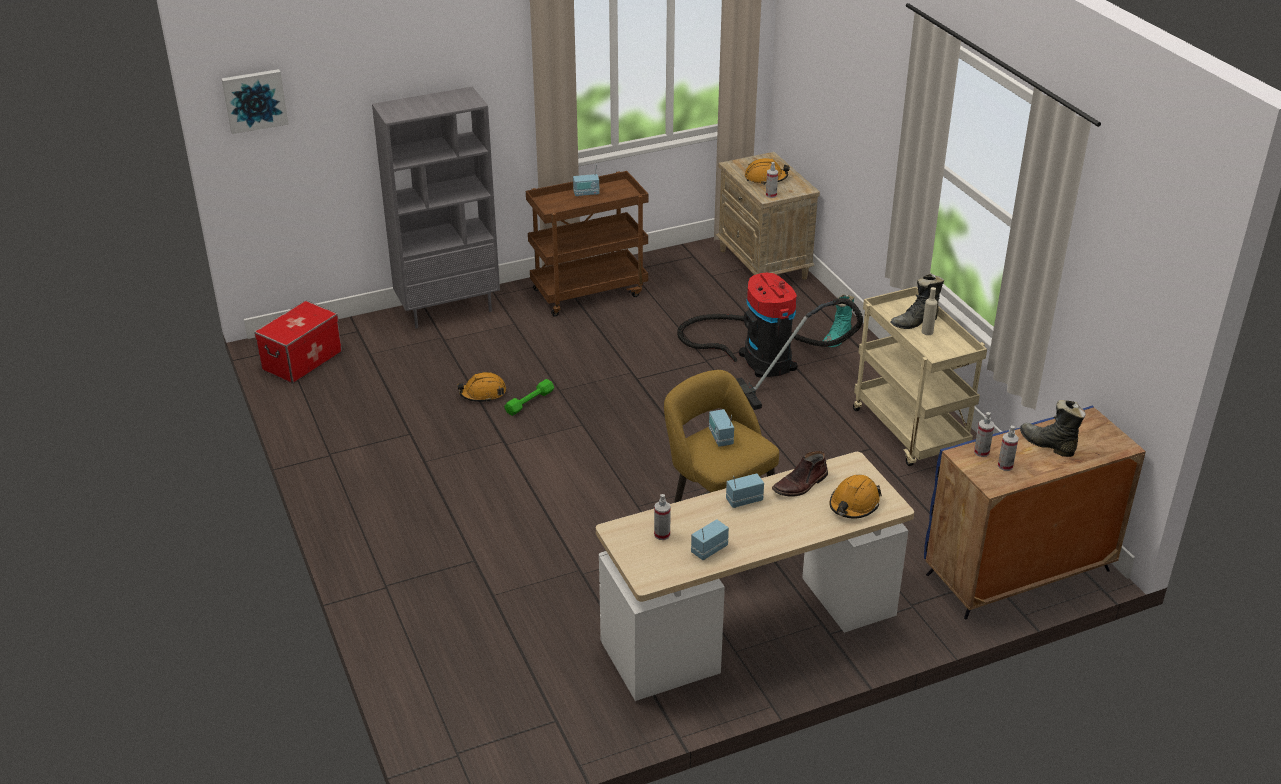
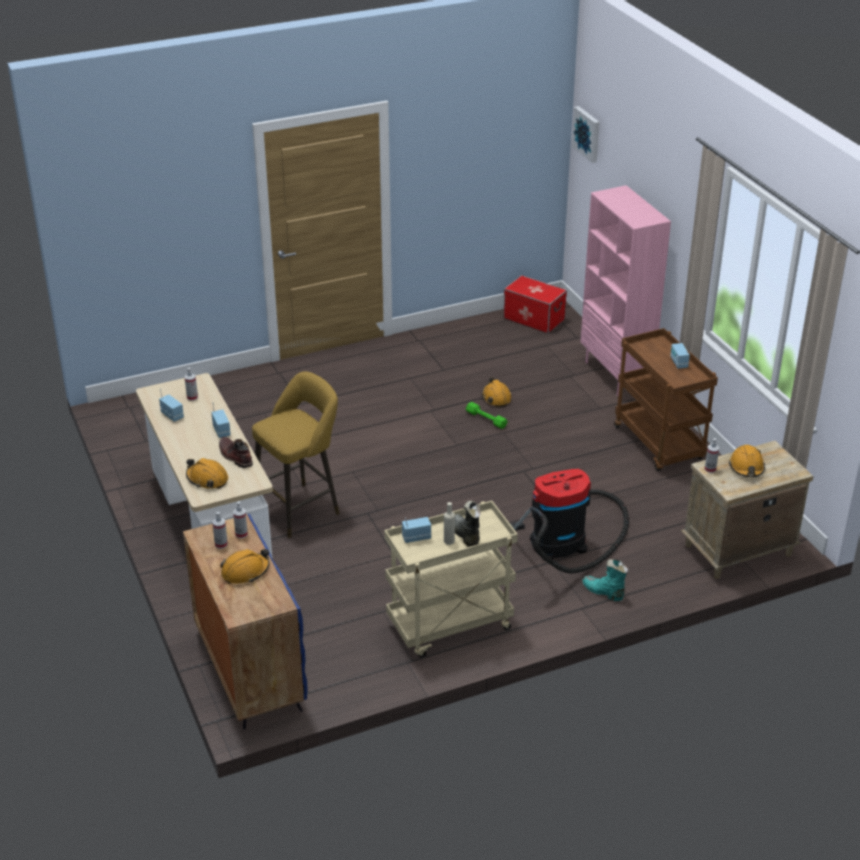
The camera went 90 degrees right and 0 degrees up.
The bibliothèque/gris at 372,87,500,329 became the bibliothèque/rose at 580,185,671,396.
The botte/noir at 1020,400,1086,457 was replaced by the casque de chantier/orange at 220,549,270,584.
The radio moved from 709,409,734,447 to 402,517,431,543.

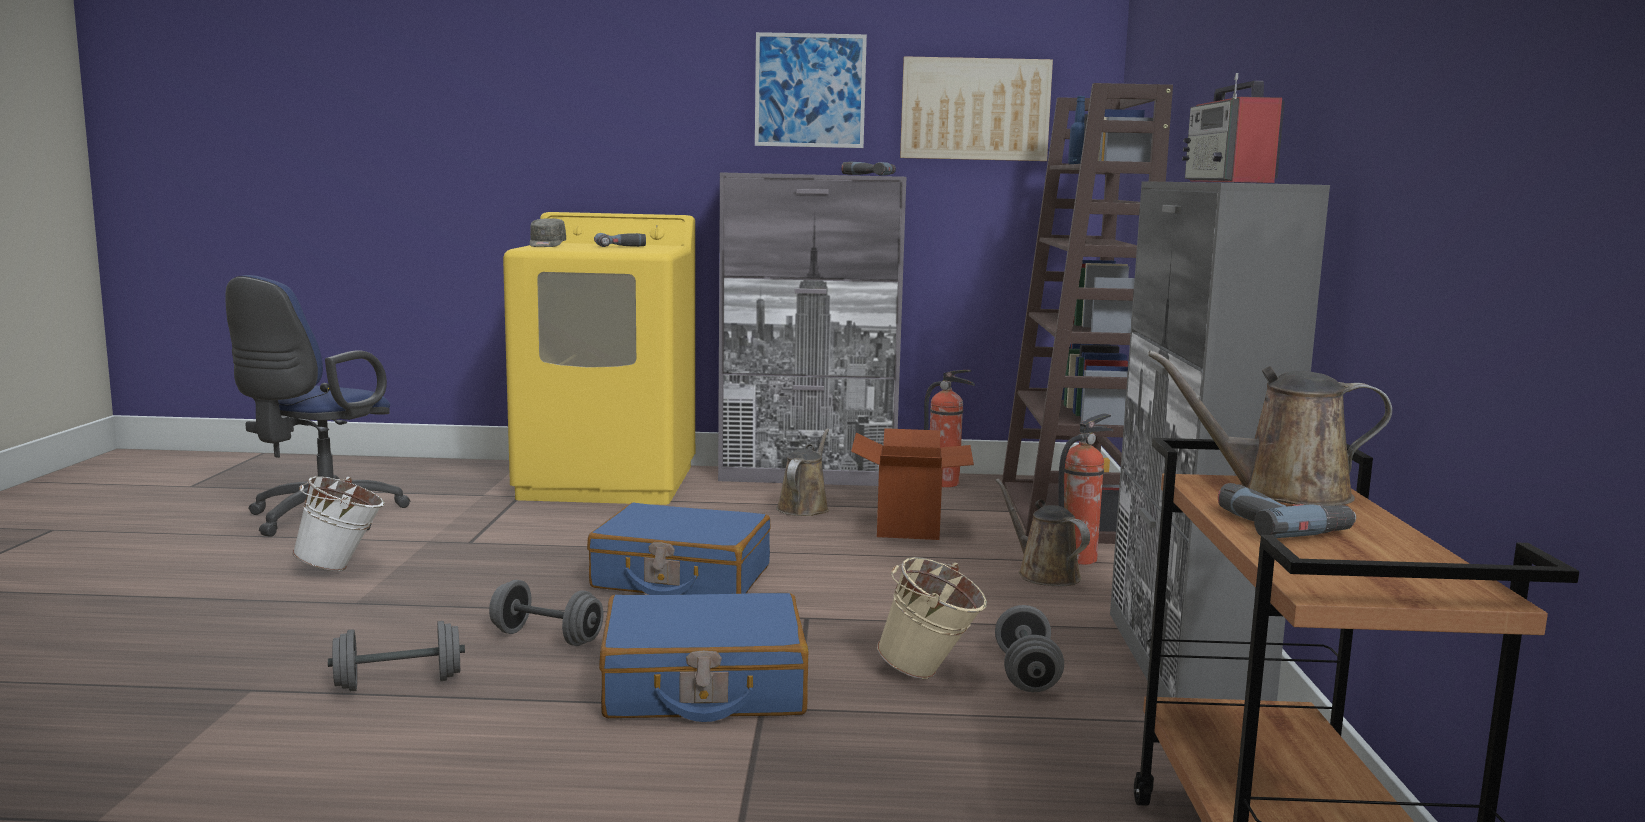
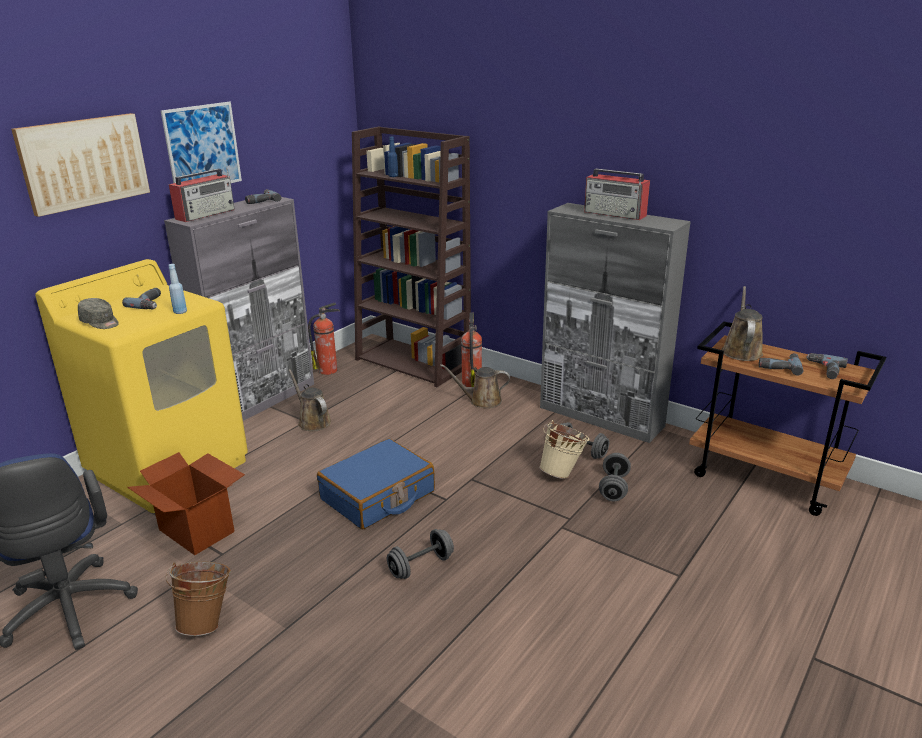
The camera went 55 degrees left and 15 degrees up.
The tableau moved from 900,56,1053,161 to 11,113,150,217.
The arrosoir/marron at 1148,350,1392,506 turned 150 degrees clockwise.
The carton moved from 851,428,974,540 to 127,452,245,555.
The seau/blanc at 292,476,385,571 became the seau/marron at 166,561,231,636.
The valise/bleu at 599,593,808,722 disappeared.
The haltère/gris moved from 328,621,465,692 to 599,453,631,501.
The radio at 169,167,235,222 appeared.
The bouteille/bleu at 168,264,187,314 appeared.
The perceuse at 806,353,848,379 appeared.

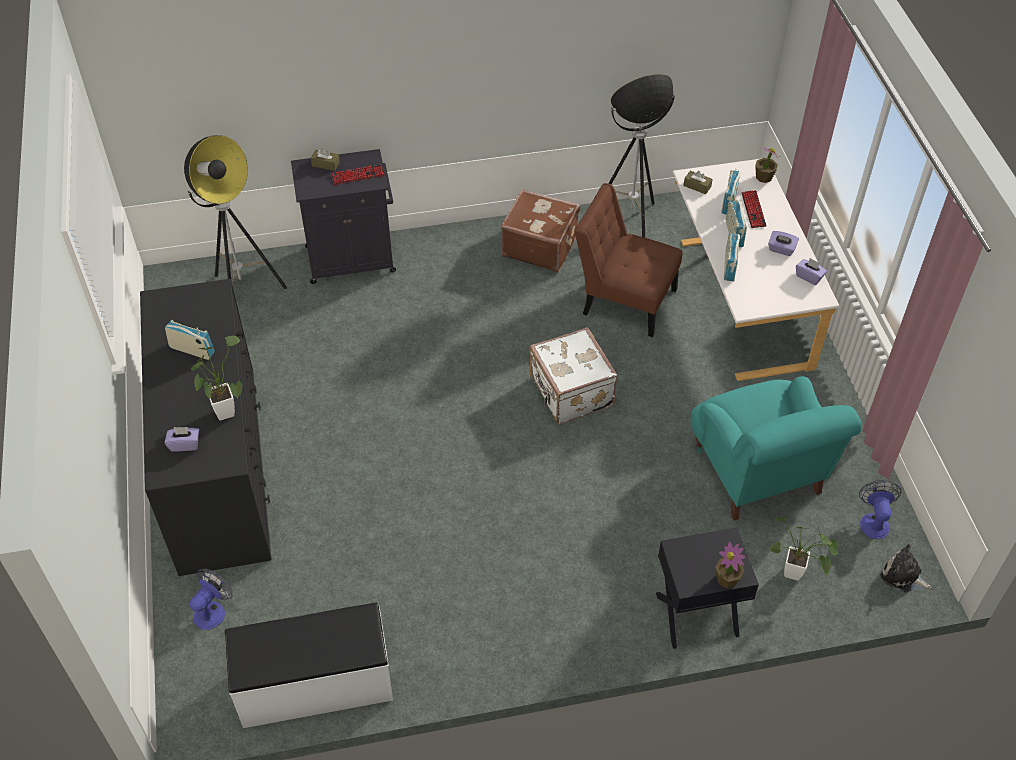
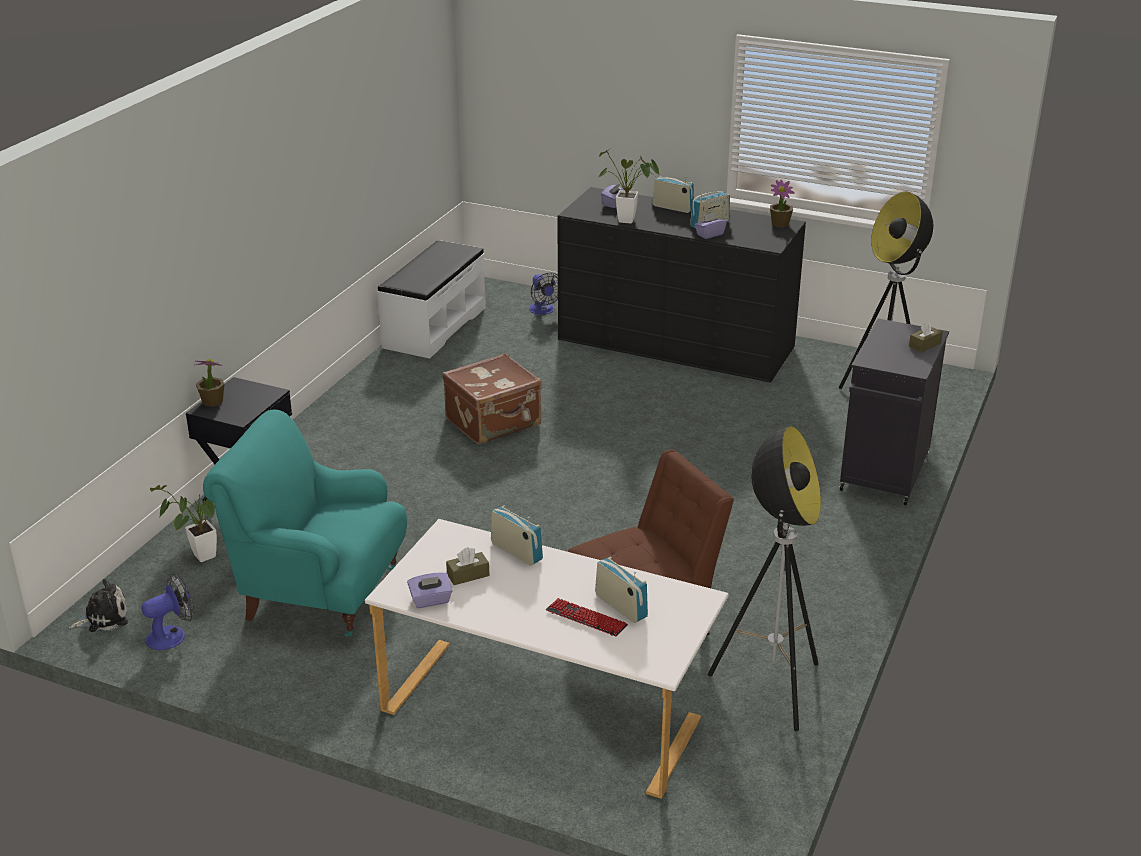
The camera went 125 degrees right and 20 degrees down.
The plante en pot moved from 755,146,779,183 to 770,180,795,227.
The clavier at 331,165,385,185 disappeared.
The boîte à mouchoirs/marron moved from 684,171,713,194 to 446,547,490,585.
The valise/marron moved from 501,189,580,272 to 442,353,542,444.
The radio moved from 726,200,747,247 to 652,176,694,213.
The boîte à mouchoirs/violet moved from 768,231,799,256 to 695,212,727,239.
The valise/blanc at 529,327,617,424 disappeared.
The ventilateur at 859,480,901,539 turned 75 degrees counterclockwise.

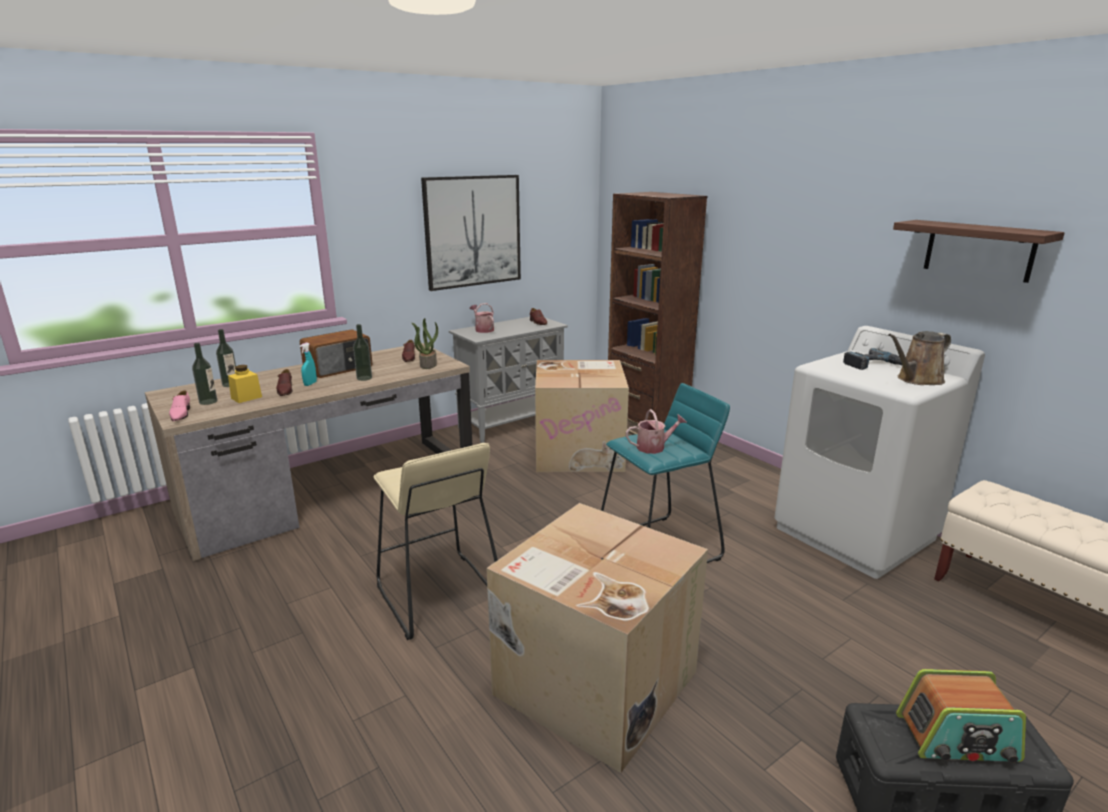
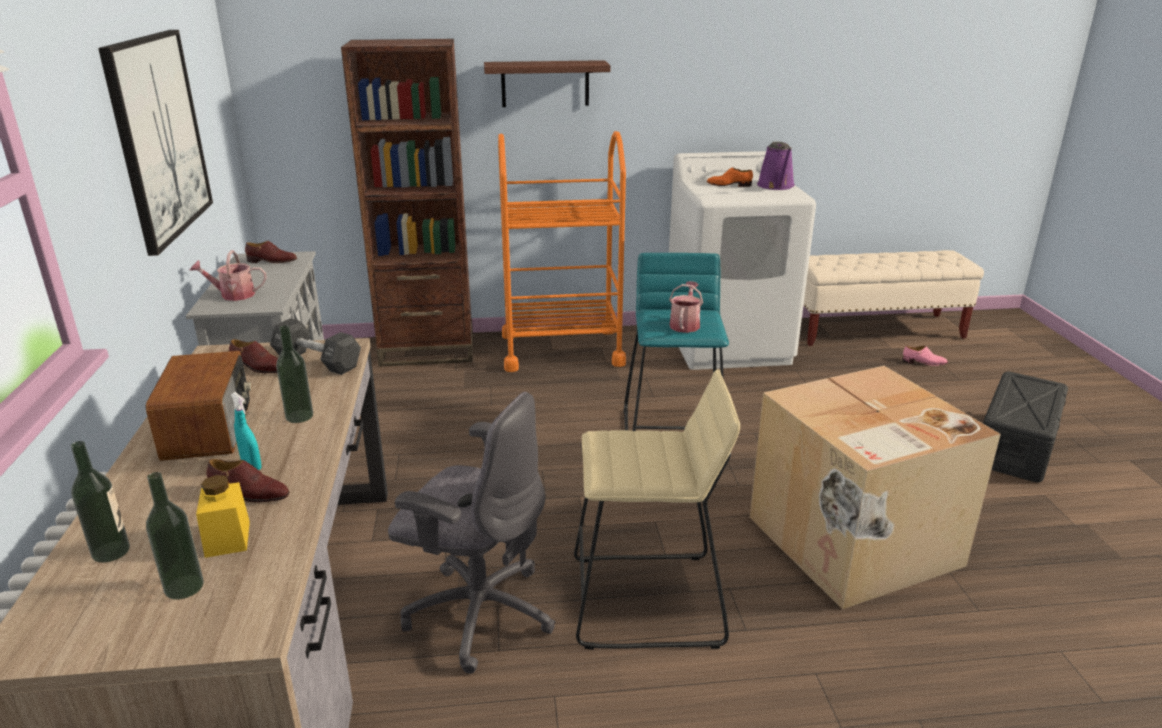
The camera went 60 degrees left and 5 degrees up.
The étagère moved from 893,220,1065,283 to 484,60,611,107.
The plante en pot at 412,318,438,369 was replaced by the haltère/noir at 270,318,361,375.
The arrosoir/marron at 888,331,951,385 became the arrosoir/violet at 757,141,795,190.
The perceuse at 843,348,903,370 was replaced by the chaussure/orange at 707,167,753,187.
The carton at 535,360,629,472 disappeared.
The chaussure/rose moved from 169,390,190,421 to 902,346,948,366.
The radio at 896,669,1026,763 disappeared.
The chariot/orange at 498,131,626,372 appeared.
The chaise de bureau/gris at 388,392,556,674 appeared.

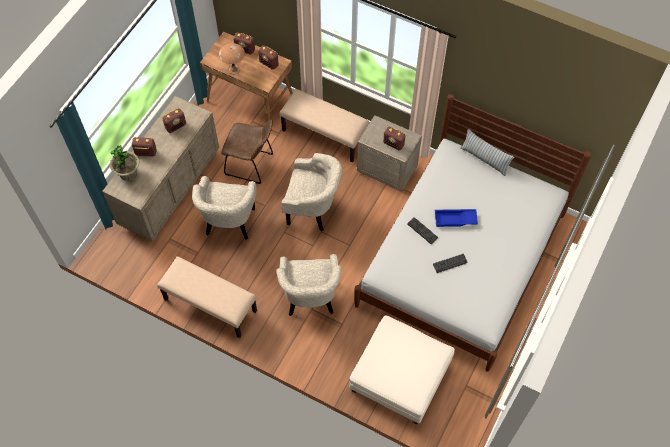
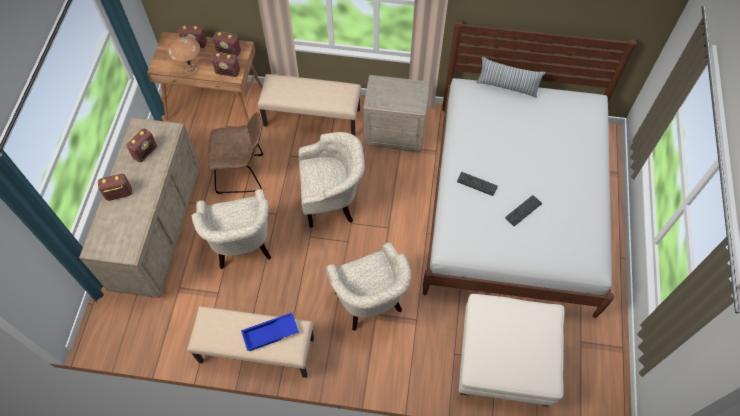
The camera went 20 degrees left and 0 degrees up.
The radio moved from 383,127,405,151 to 212,52,240,77.
The plante en pot at 110,145,139,181 disappeared.
The plateau/bleu moved from 435,209,478,227 to 241,313,299,351.

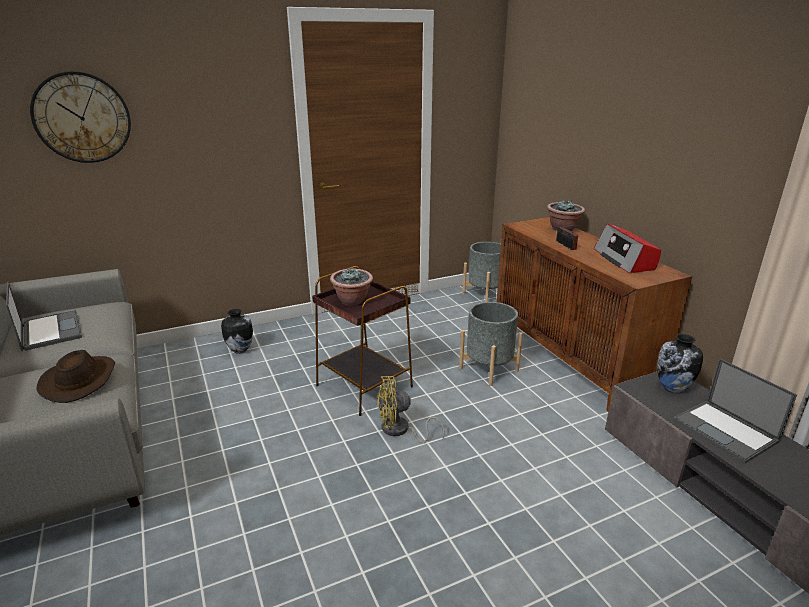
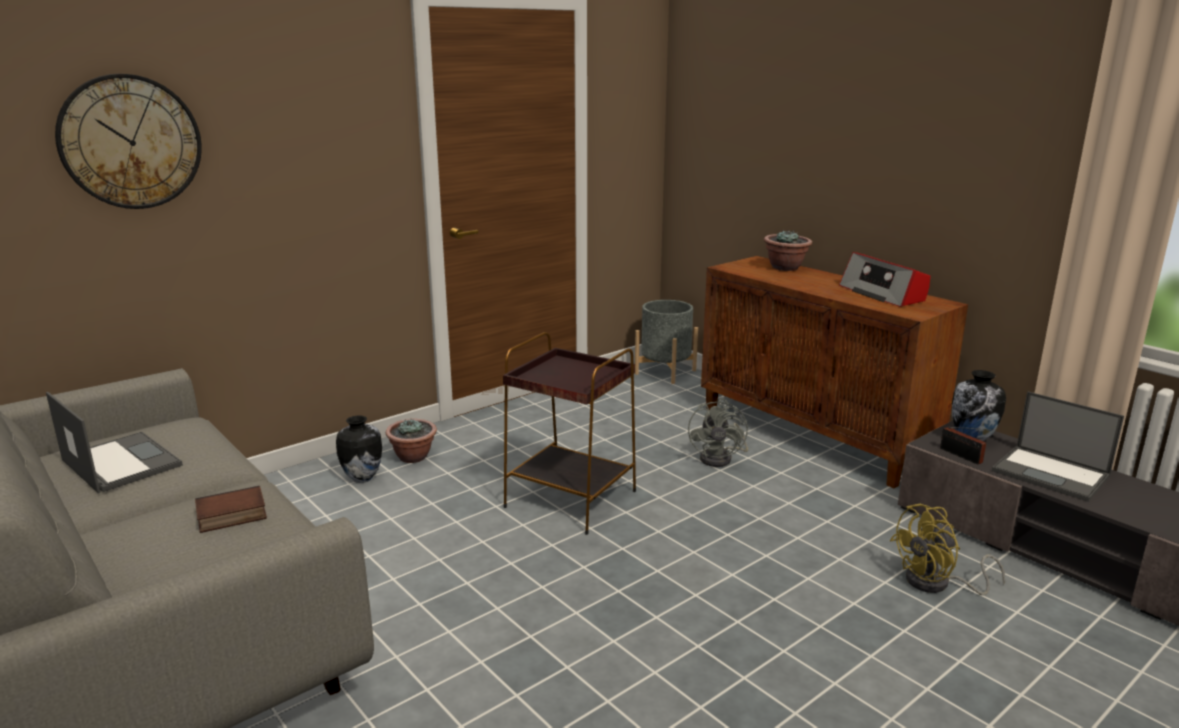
The camera went 15 degrees left and 5 degrees down.
The radio moved from 556,225,581,250 to 940,427,993,465.
The plante en pot moved from 330,268,373,306 to 386,419,437,463.
The cache-pot/gris at 459,302,523,386 was replaced by the ventilateur/gris at 688,399,748,467.
The chapeau/marron at 36,350,115,403 was replaced by the livre at 195,486,267,533.
The ventilateur/jaune moved from 377,376,445,443 to 890,504,1005,595.

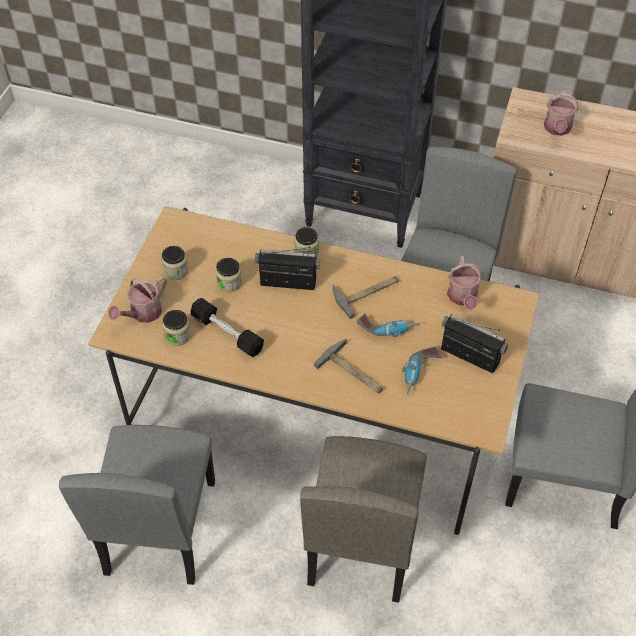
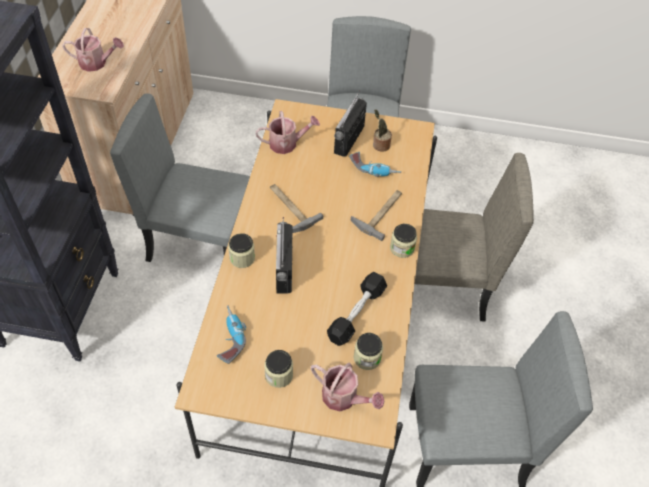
The camera went 100 degrees left and 0 degrees up.
The bocal moved from 216,258,242,292 to 390,224,417,258.
The perceuse moved from 357,313,420,337 to 217,305,246,364.
The plante en pot at 373,109,392,151 appeared.

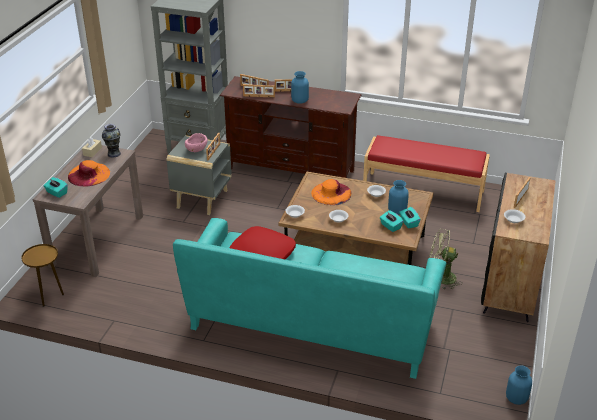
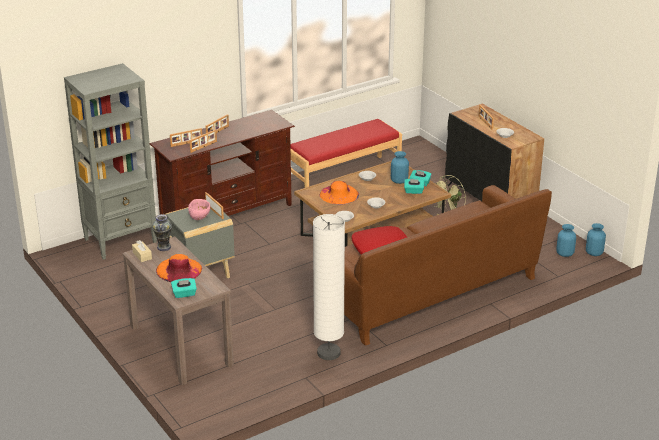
The camera went 50 degrees left and 5 degrees down.
The vase/bleu moved from 291,71,309,104 to 556,224,576,257.
The canapé/turquoise at 173,218,446,379 became the canapé/marron at 344,185,552,346.
The table d'appoint/marron at 21,244,64,307 disappeared.
The lampadaire/blanc at 313,214,345,360 appeared.

